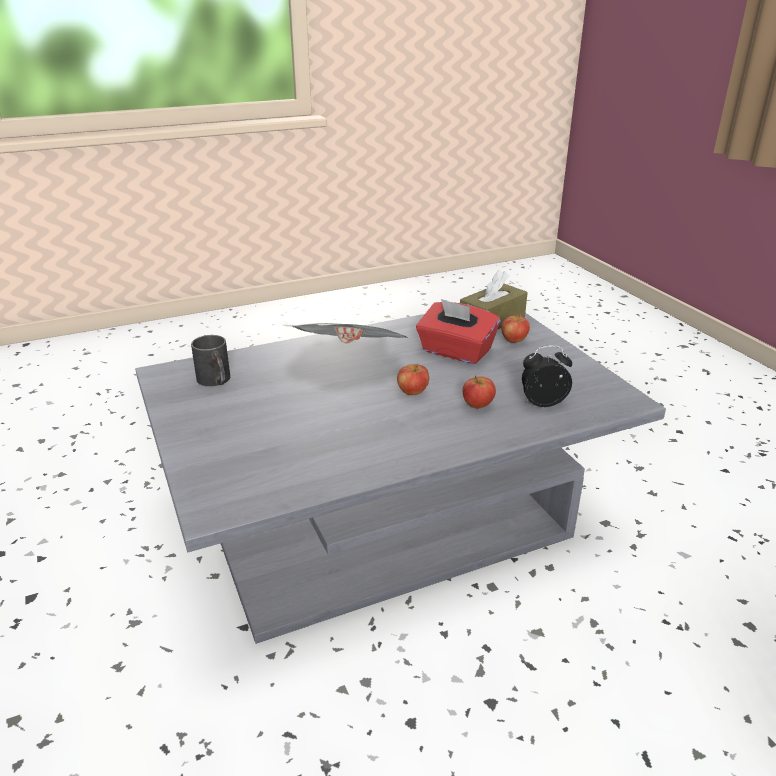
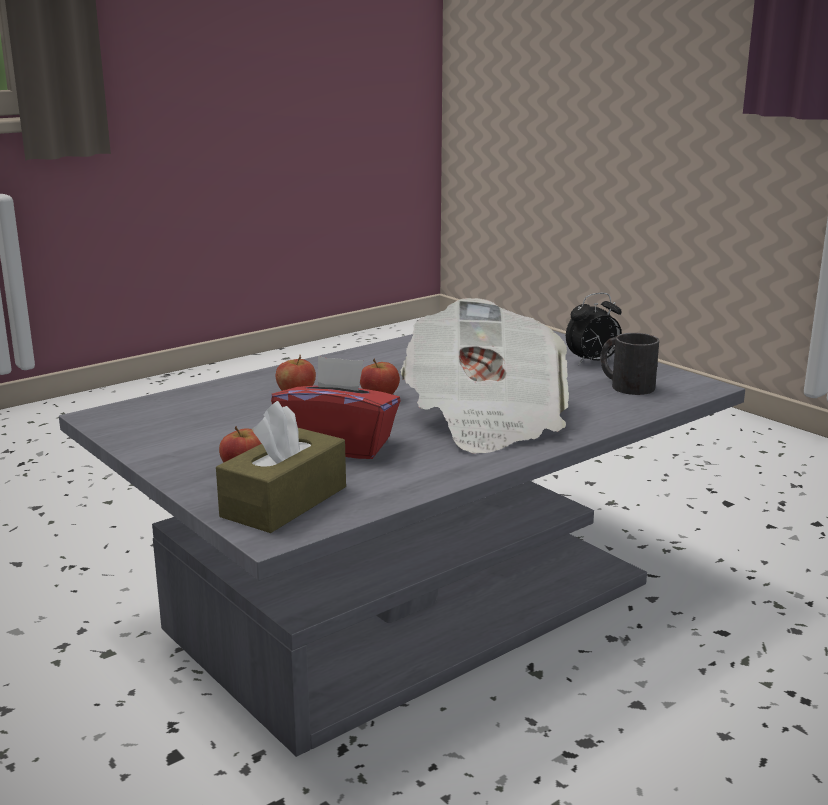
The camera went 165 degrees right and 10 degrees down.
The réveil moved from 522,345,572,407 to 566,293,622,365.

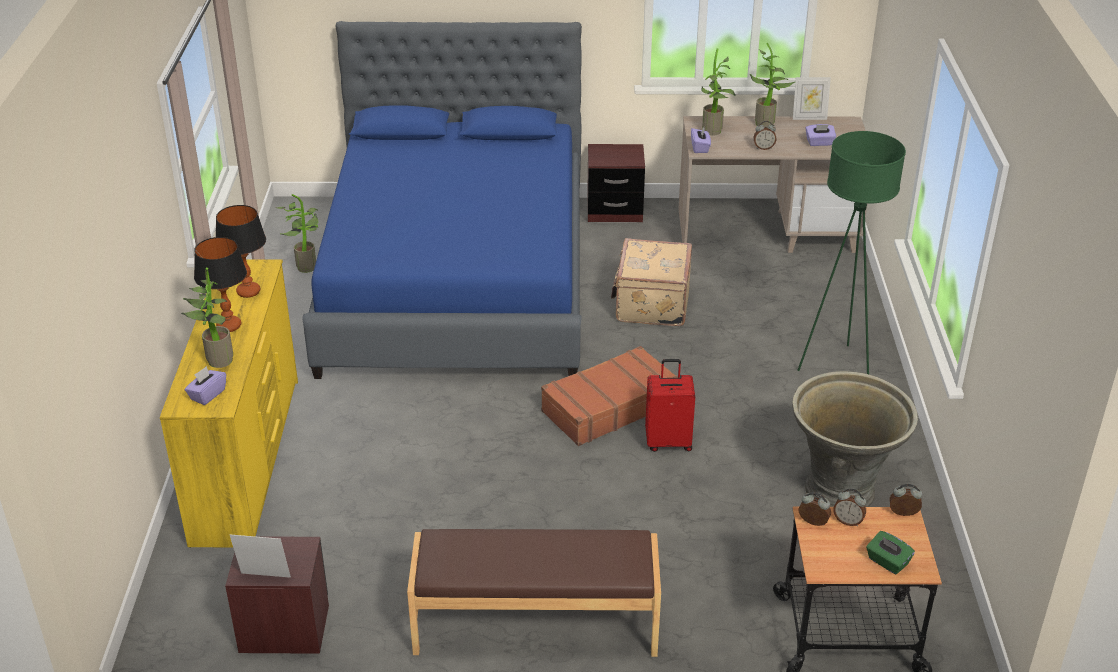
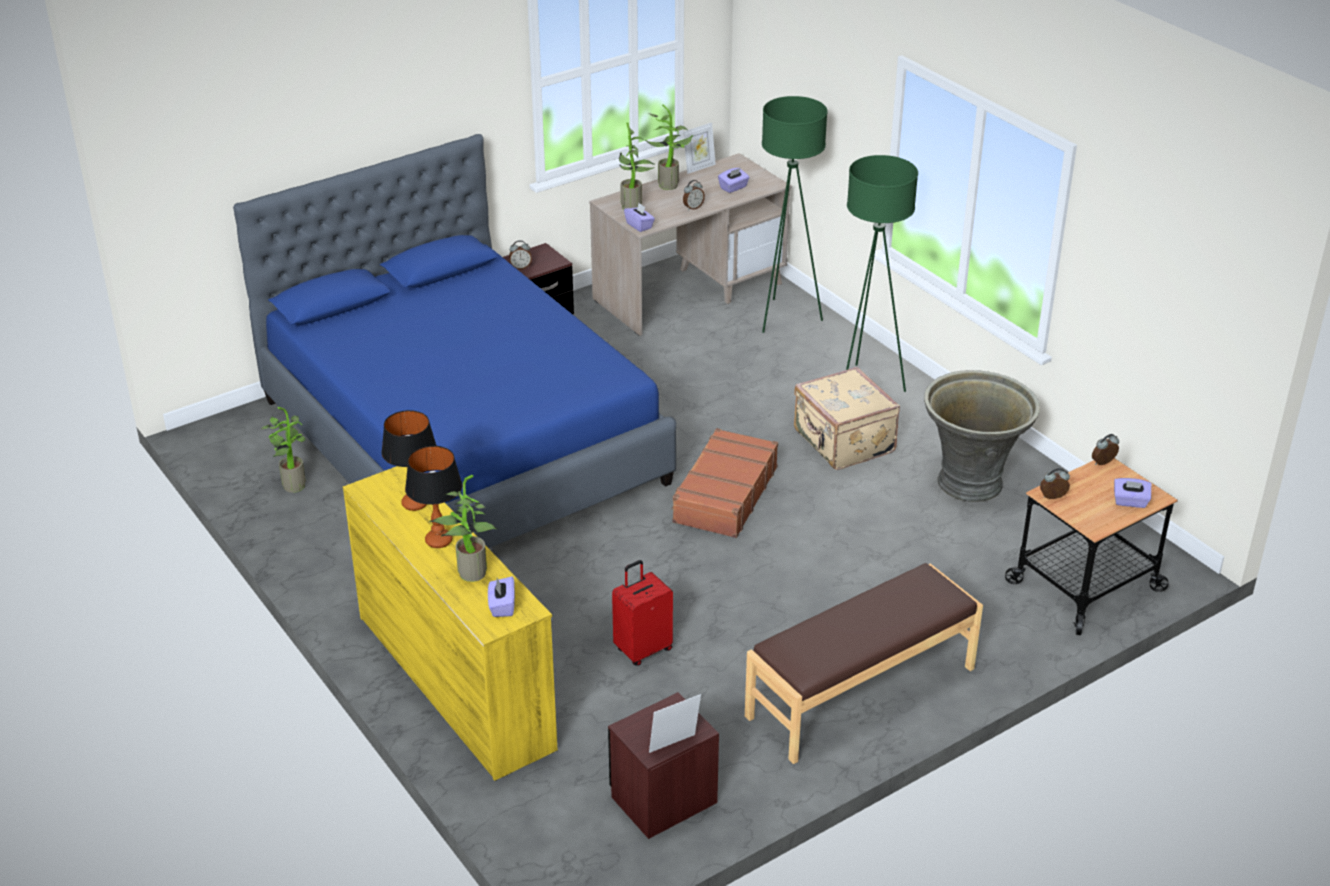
The camera went 35 degrees left and 0 degrees up.
The valise/beige moved from 611,238,692,326 to 794,367,900,470.
The valise/rouge moved from 645,359,695,452 to 612,560,673,666.
The réveil moved from 833,488,866,526 to 509,240,532,270.
The boîte à mouchoirs/vert at 866,531,915,574 became the boîte à mouchoirs/violet at 1114,478,1151,508.
The lampadaire/vert at 762,96,828,333 appeared.

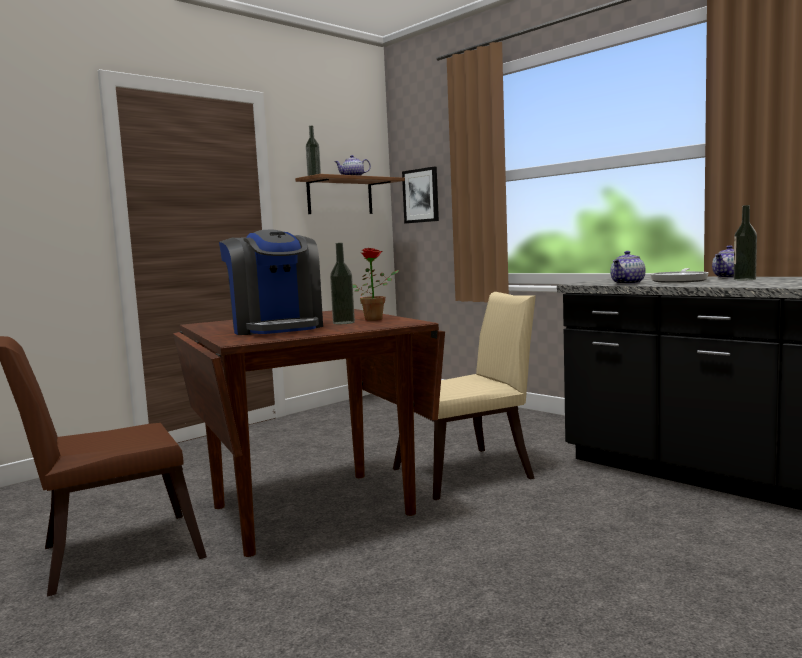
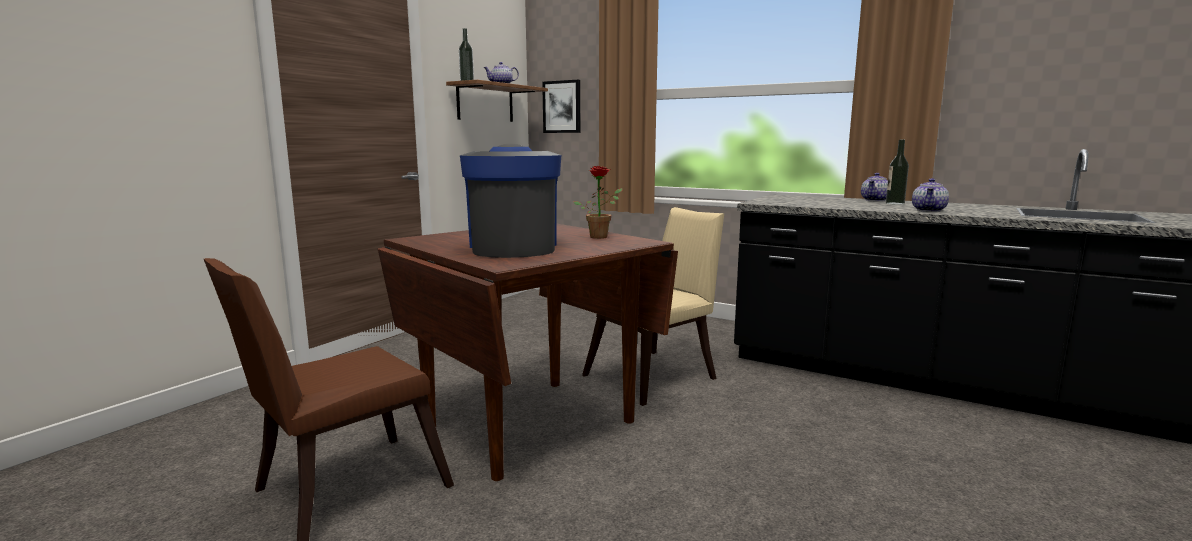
The camera went 15 degrees left and 5 degrees up.
The machine à café at 219,230,323,335 turned 150 degrees counterclockwise.
The bouteille at 330,243,355,324 disappeared.
The théière moved from 610,251,645,285 to 912,178,949,212.
The poêle at 650,268,709,283 disappeared.

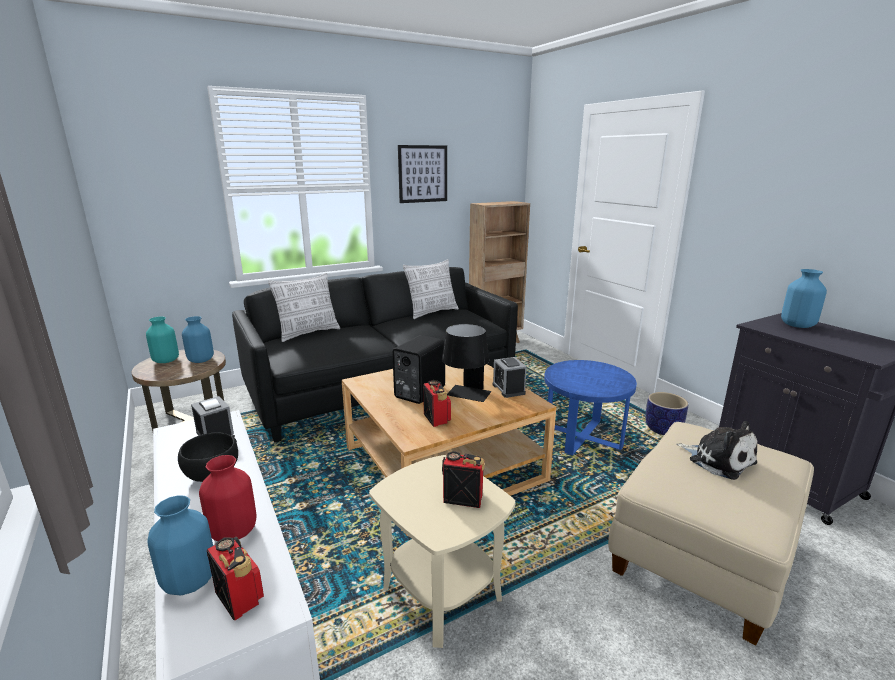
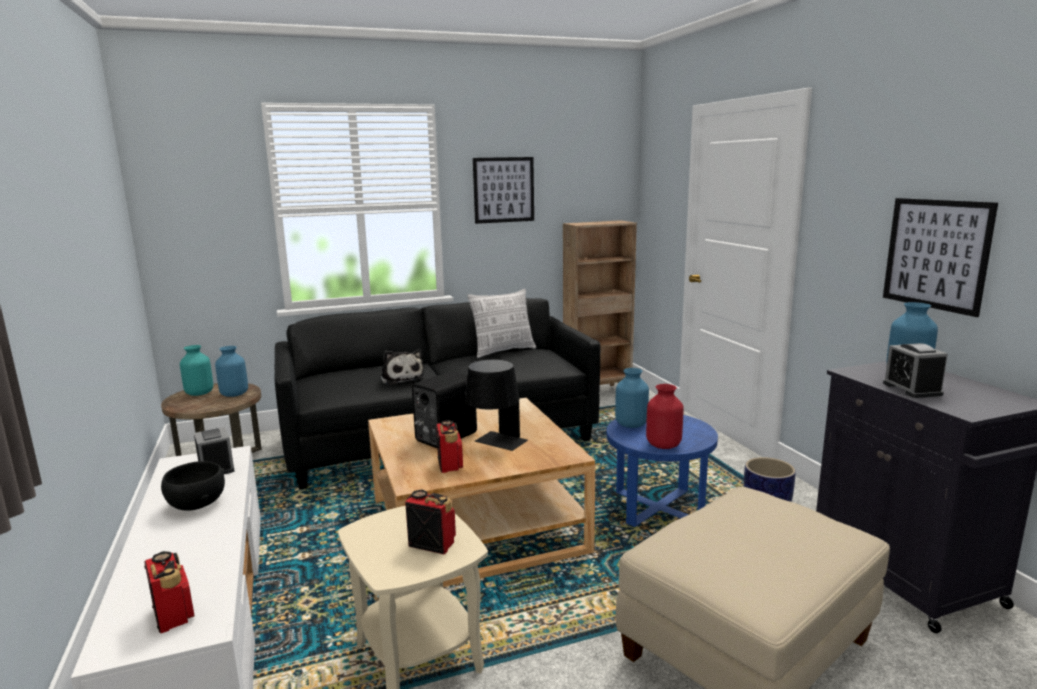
The camera went 10 degrees right and 5 degrees down.
The coussin at 268,273,340,342 disappeared.
The réveil moved from 493,357,527,398 to 883,343,948,398.
The peluche moved from 676,421,757,480 to 380,349,425,385.
The vase/rouge moved from 199,455,256,541 to 646,384,684,449.
The vase/bleu moved from 147,495,213,595 to 615,368,649,428.
The tableau at 883,198,998,317 appeared.

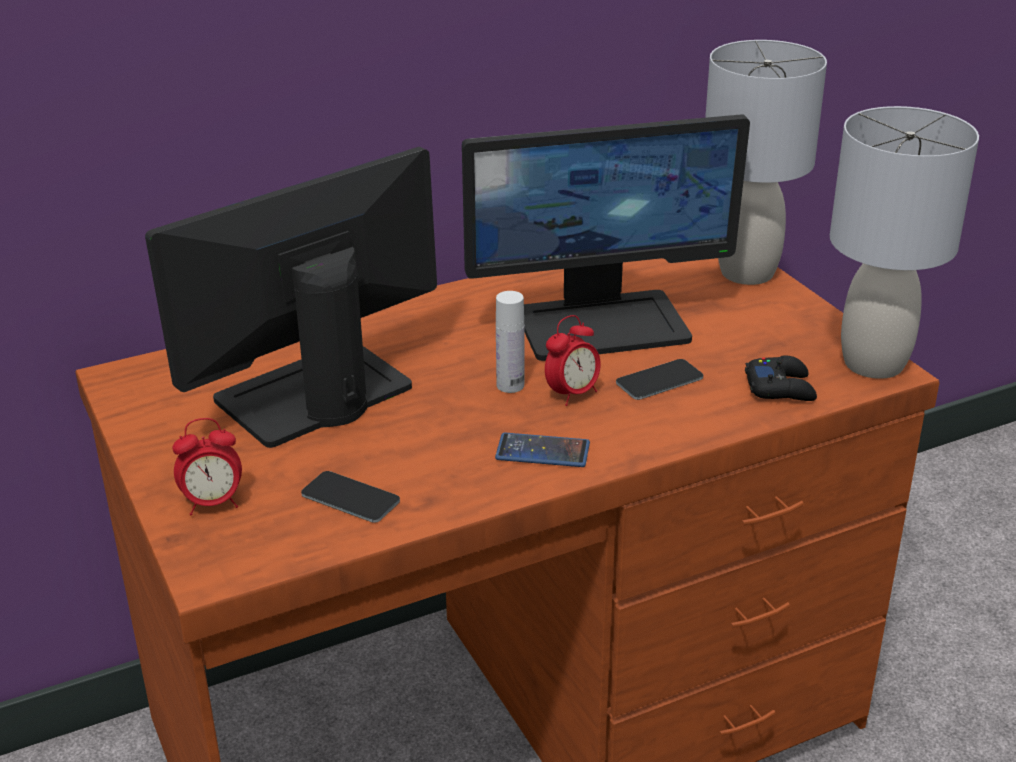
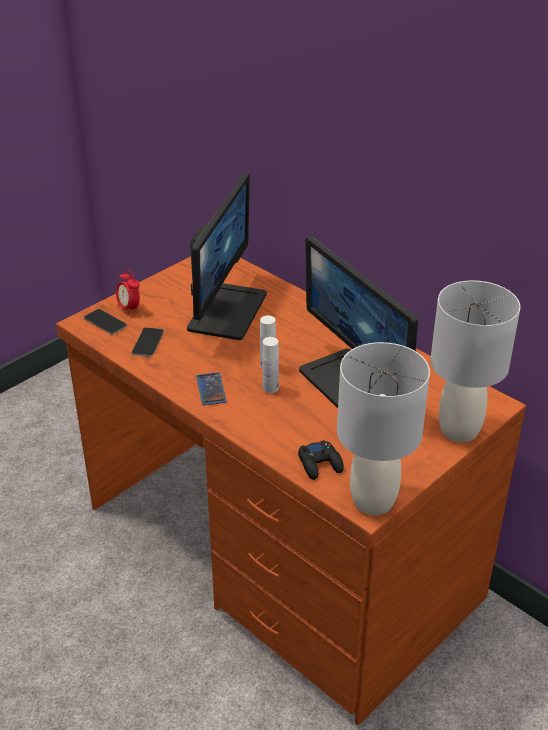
The camera went 70 degrees right and 5 degrees up.
The écran d'ordinateur at 145,147,437,448 turned 75 degrees clockwise.
The réveil at 545,315,601,406 was replaced by the bouteille/blanc at 262,337,279,393.
The téléphone moved from 616,359,703,400 to 84,309,127,334.

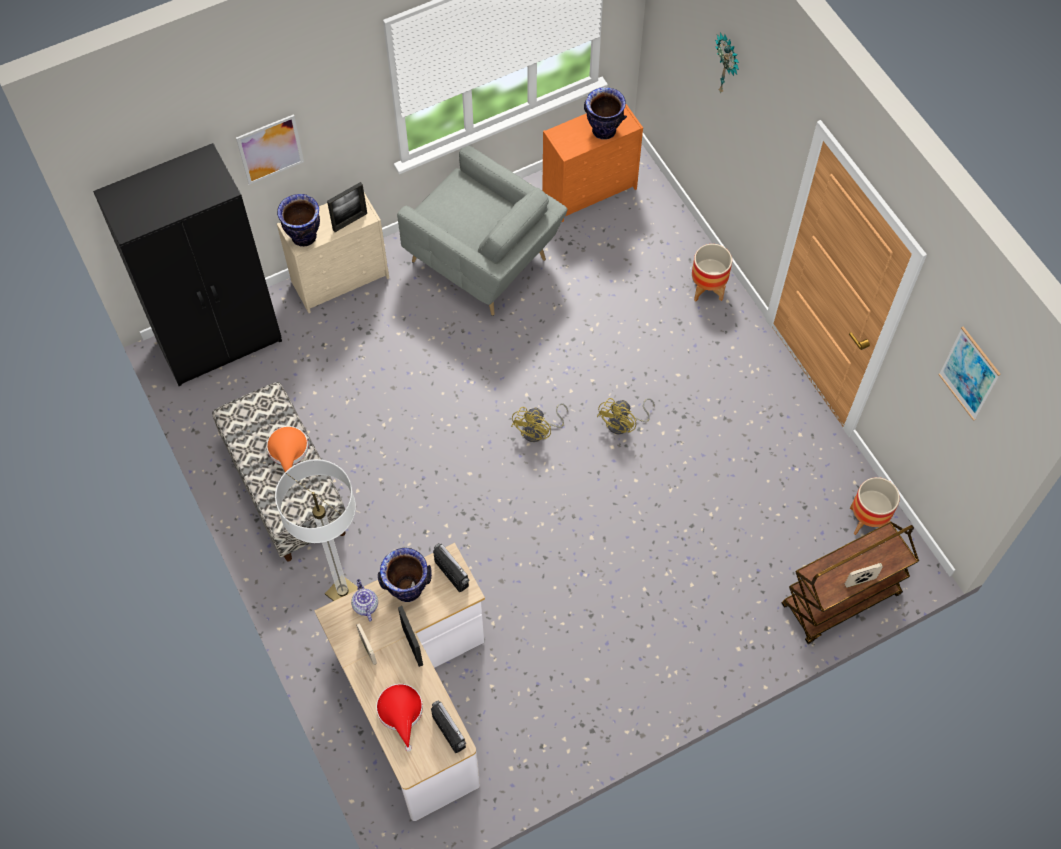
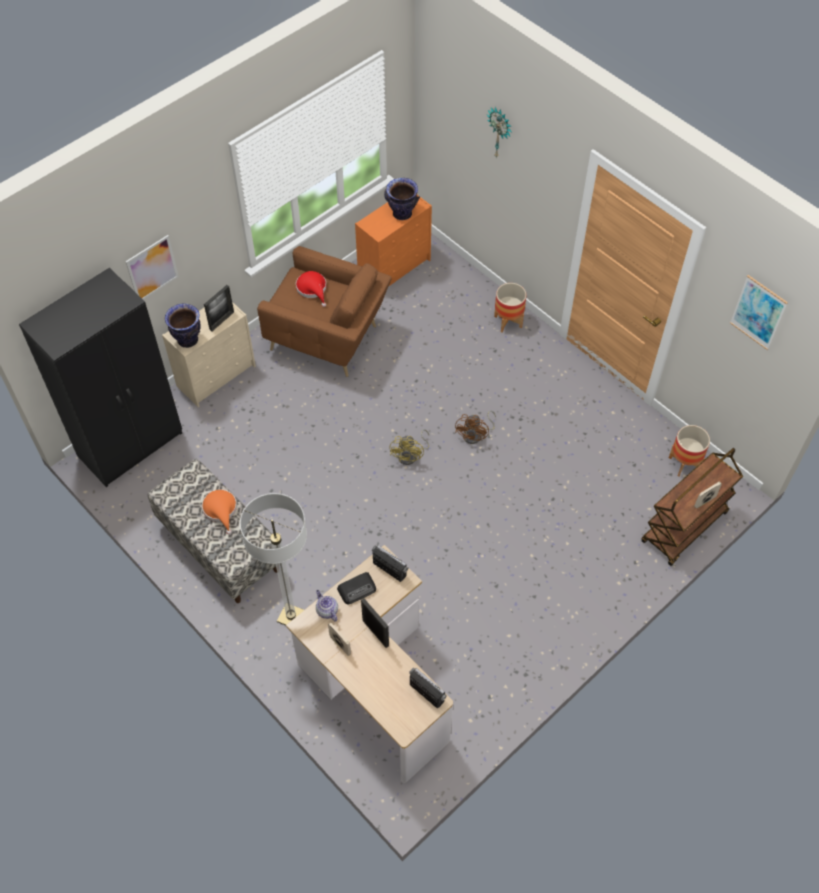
The camera went 15 degrees left and 5 degrees down.
The fauteuil/gris at 397,145,568,316 became the fauteuil/marron at 257,246,392,377.
The ventilateur/jaune at 597,398,655,434 became the ventilateur/marron at 455,410,496,444.
The vase at 378,548,432,602 was replaced by the radio at 337,572,376,604.
The chapeau/rouge moved from 376,684,423,752 to 296,271,326,307.

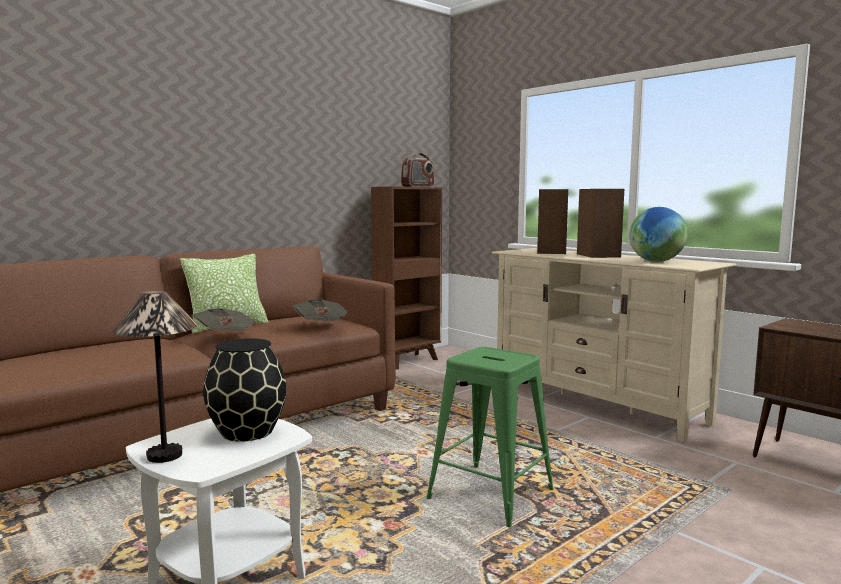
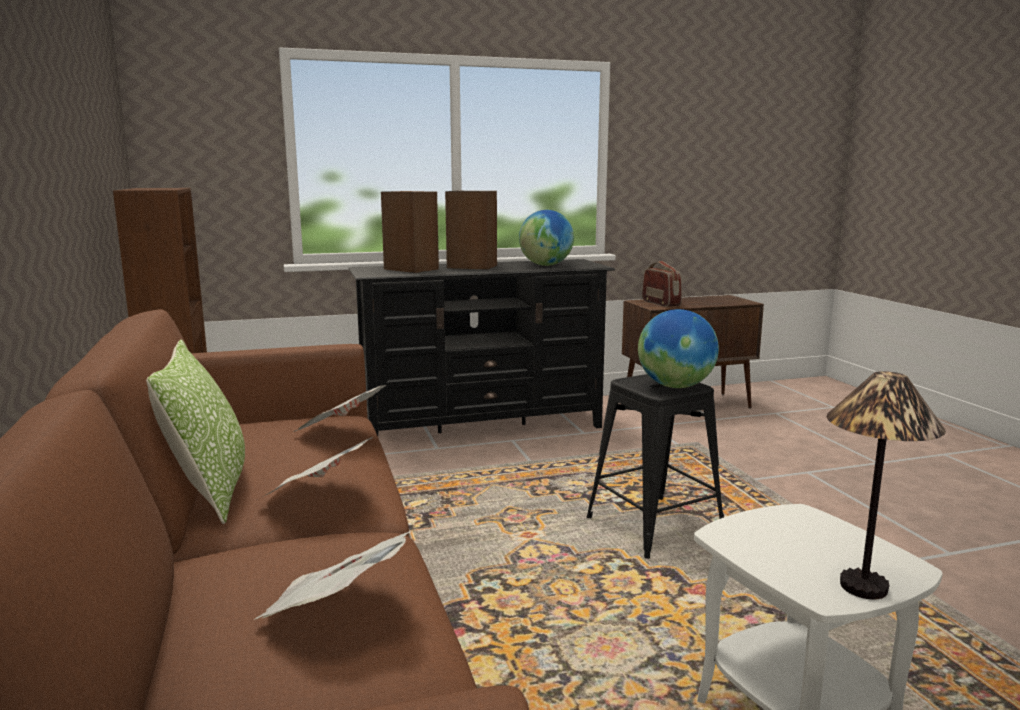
The camera went 65 degrees left and 5 degrees up.
The radio moved from 401,153,434,187 to 642,261,682,307.
The meuble télé/beige at 492,248,736,442 became the meuble télé/noir at 348,259,615,436.
The vase/noir at 203,338,287,442 disappeared.
The tabouret/vert at 427,347,554,527 became the tabouret/noir at 587,374,724,559.
The globe at 638,309,719,388 appeared.
The journal at 254,531,411,620 appeared.

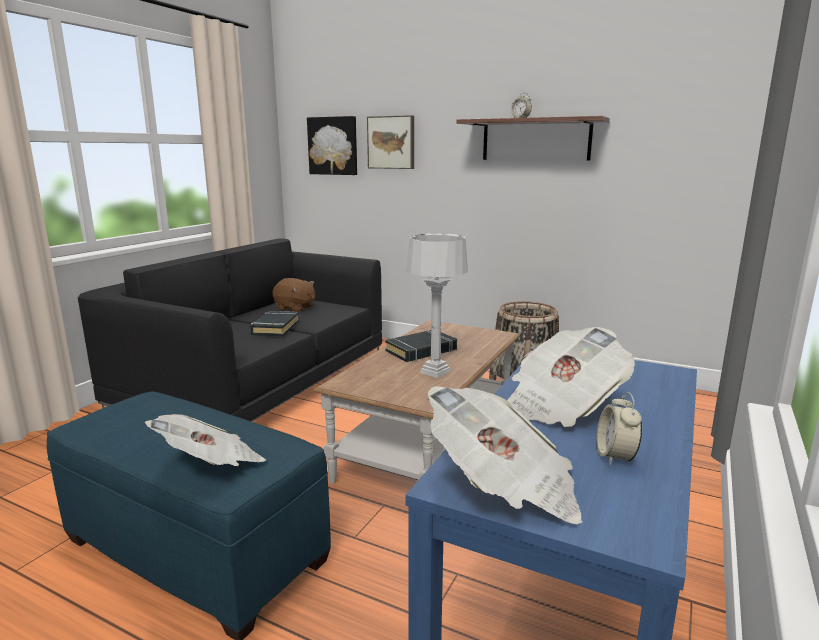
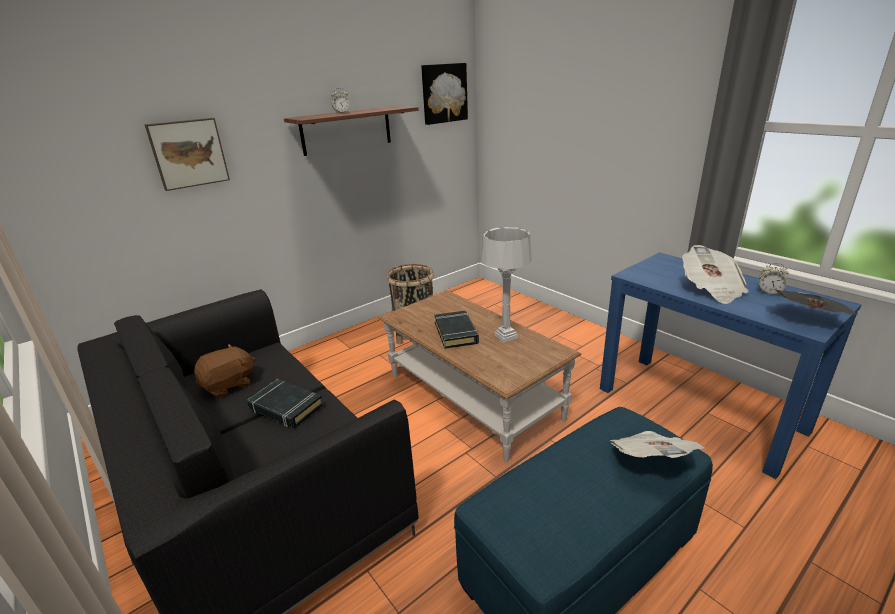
The camera went 65 degrees left and 10 degrees up.
The tableau moved from 307,116,357,175 to 421,63,468,125.

